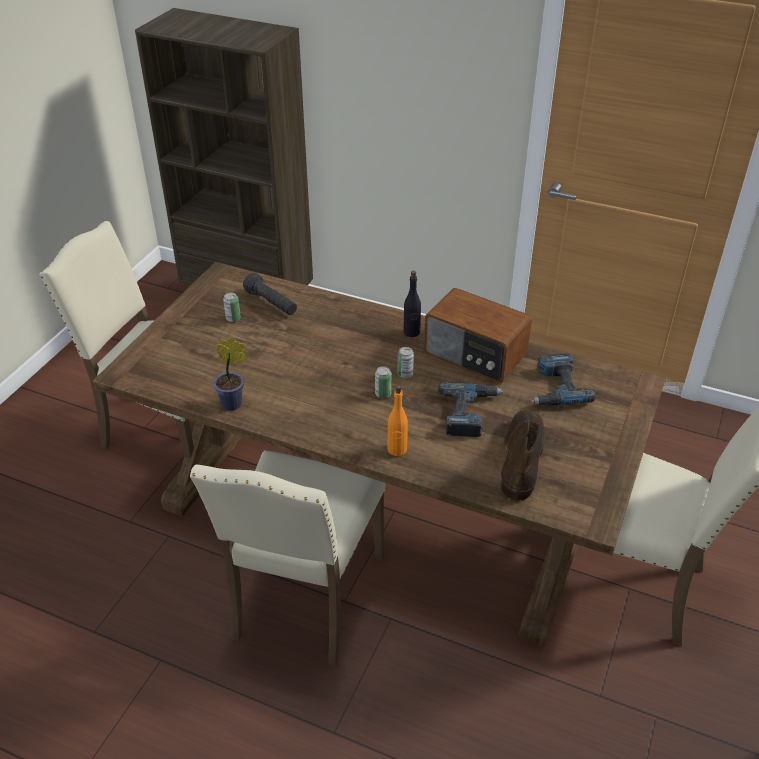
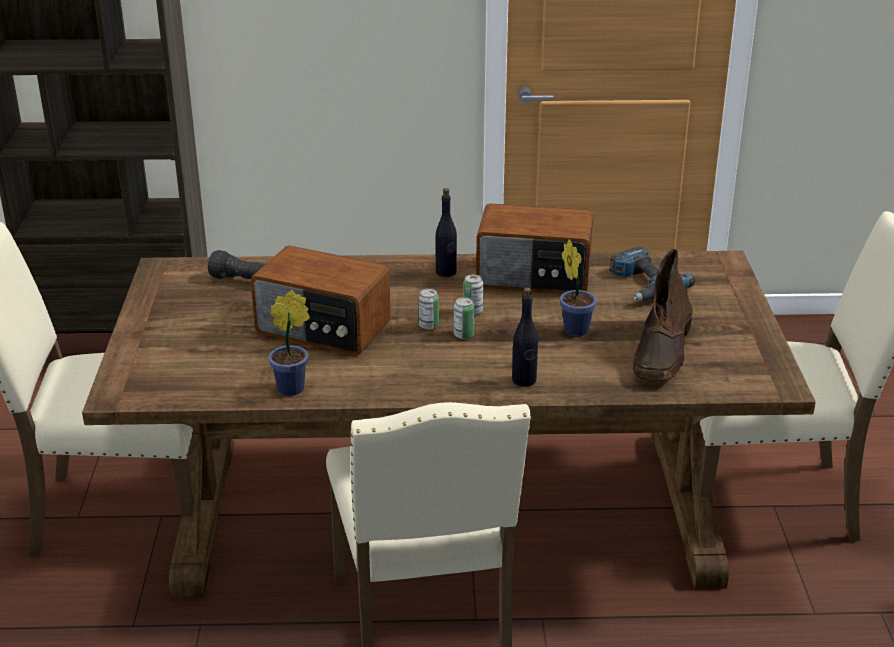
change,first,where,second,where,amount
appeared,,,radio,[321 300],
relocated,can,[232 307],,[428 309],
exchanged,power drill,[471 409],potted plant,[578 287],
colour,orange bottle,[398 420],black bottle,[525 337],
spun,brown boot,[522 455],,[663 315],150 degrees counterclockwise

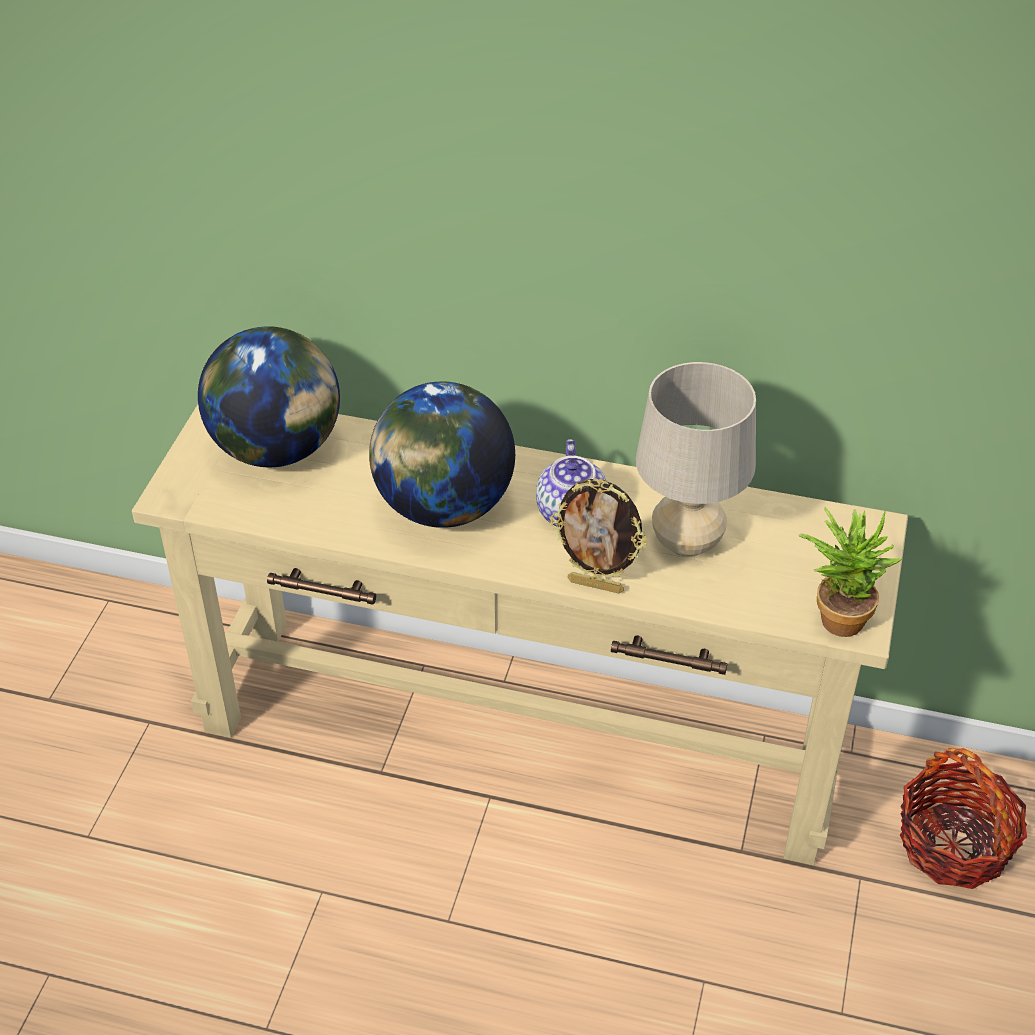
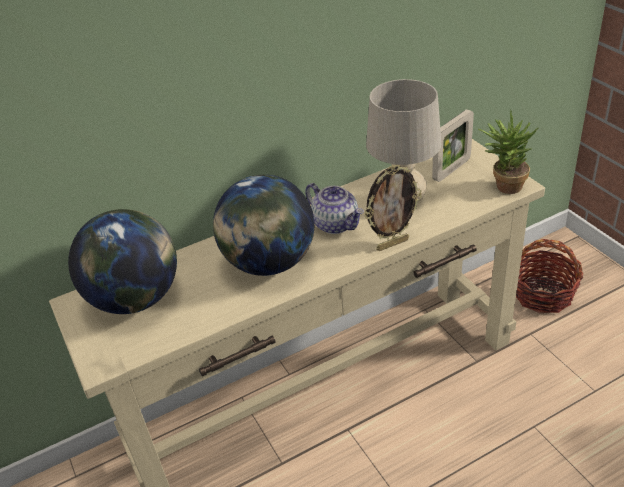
change,first,where,second,where,amount
appeared,,,picture frame,[453 145],

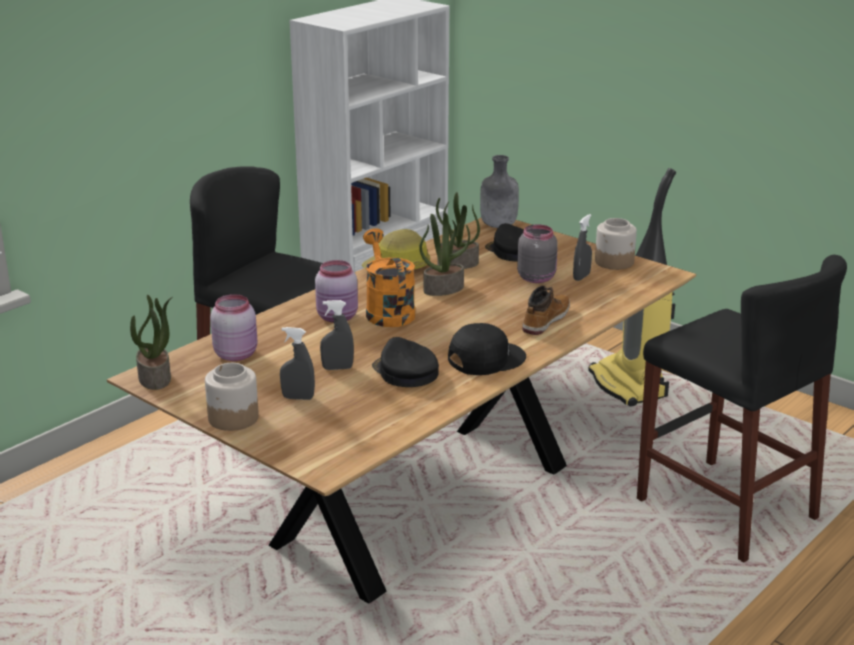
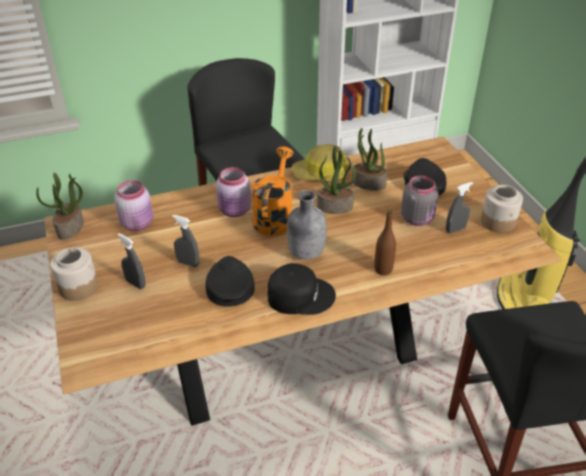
change,first,where,second,where,amount
relocated,grey bottle,[499 191],,[307 225],
exchanged,boot,[546 310],brown bottle,[385 242],

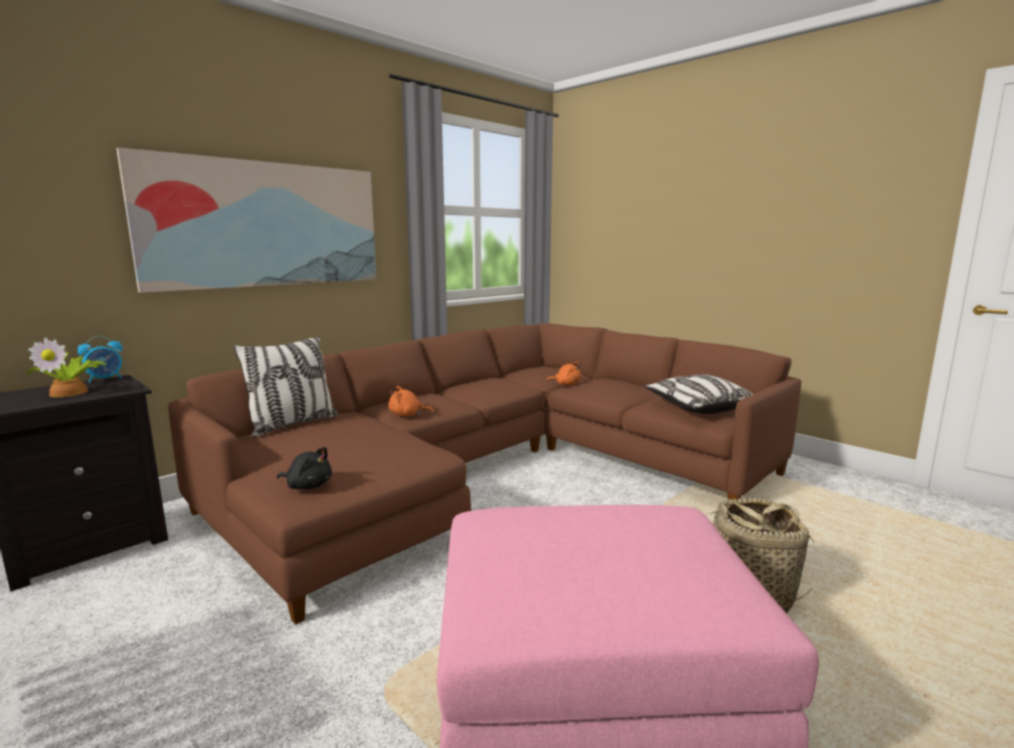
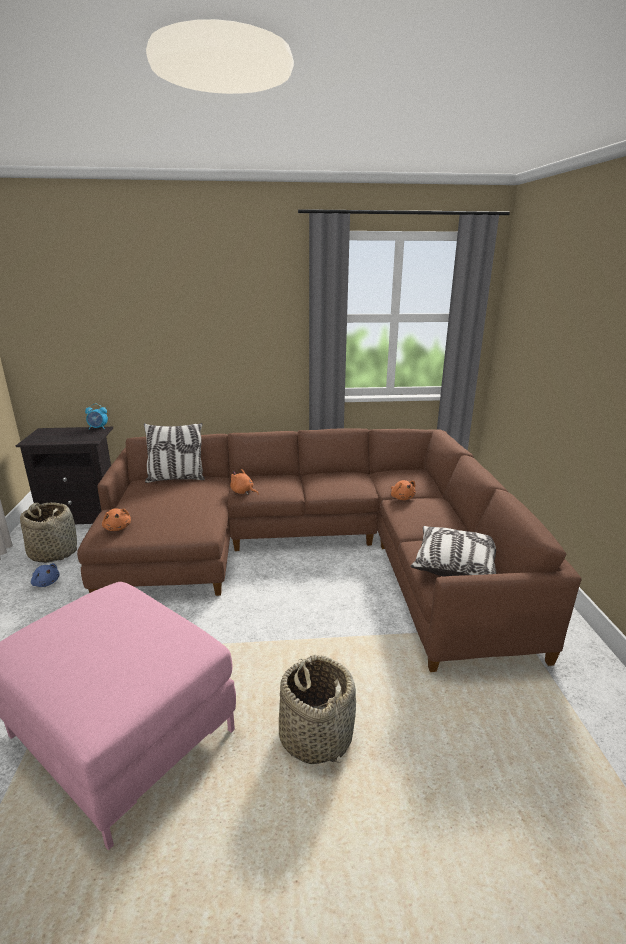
change,first,where,second,where,amount
missing,potted plant,[66 367],,,
missing,picture,[246 220],,,
appeared,,,basket,[48 532],
appeared,,,blue plush toy,[45 575],
colour,black plush toy,[304 468],orange plush toy,[116 519],

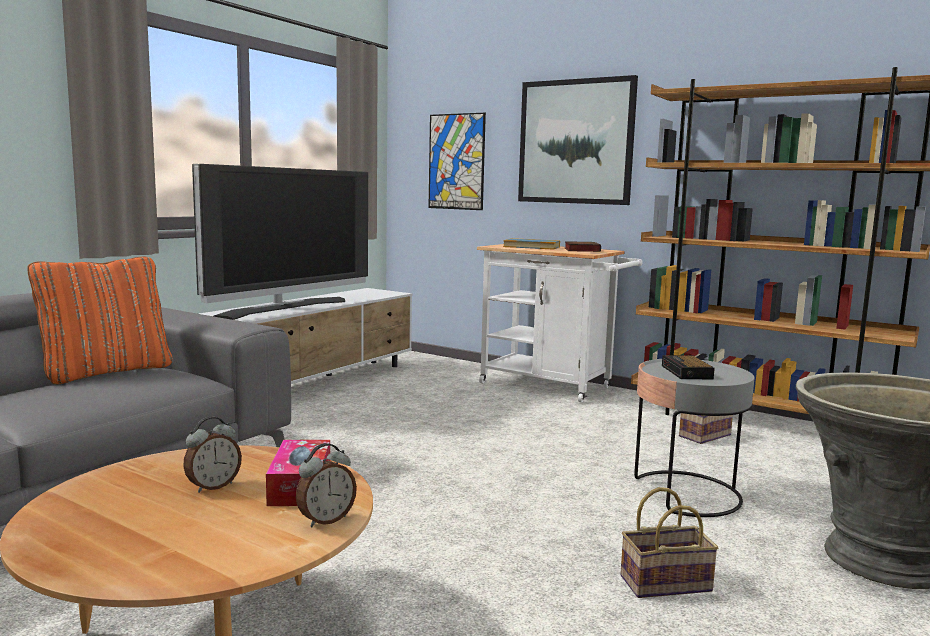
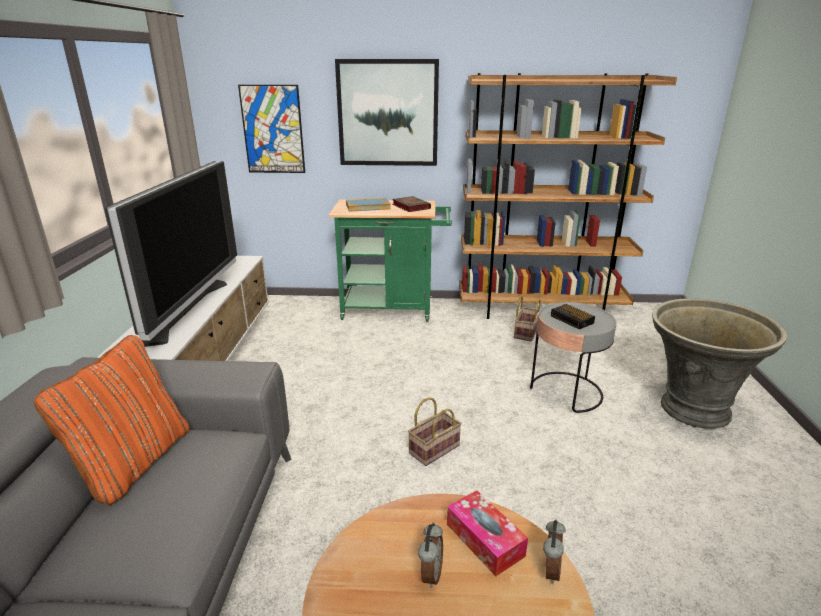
change,first,where,second,where,amount
relocated,basket,[669 542],,[435 431],
colour,white cart,[559 323],green cart,[390 261],

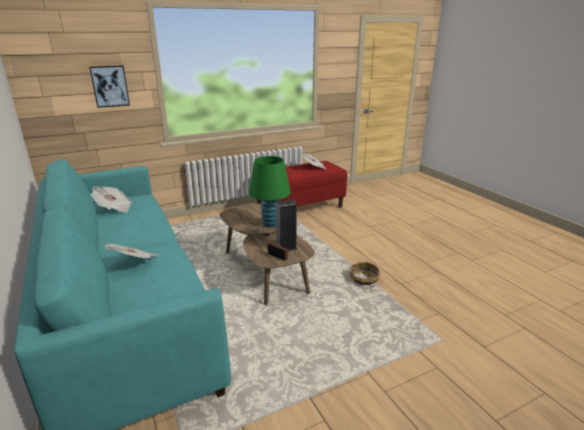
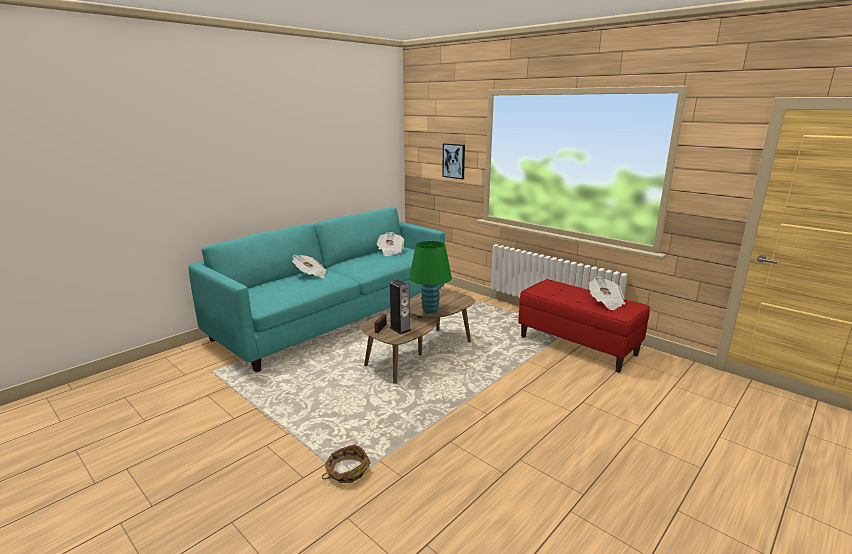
change,first,where,second,where,amount
relocated,basket,[365 274],,[346 463],

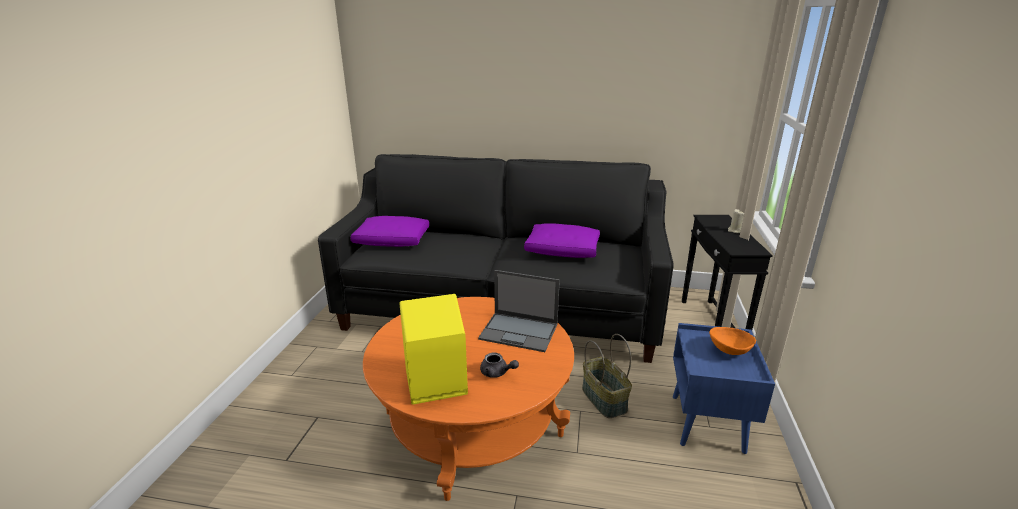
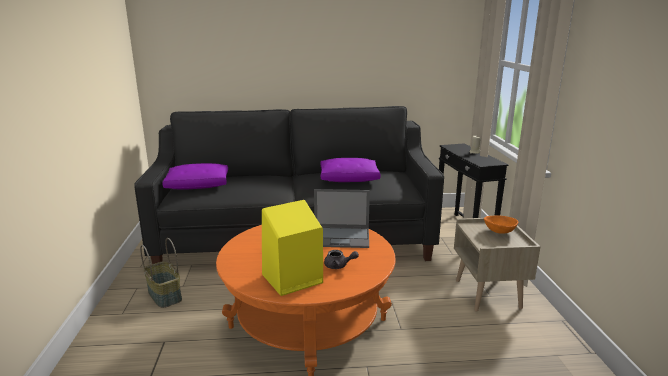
change,first,where,second,where,amount
relocated,basket,[607 376],,[161 273],
colour,blue nightstand,[724 388],beige nightstand,[497 264],

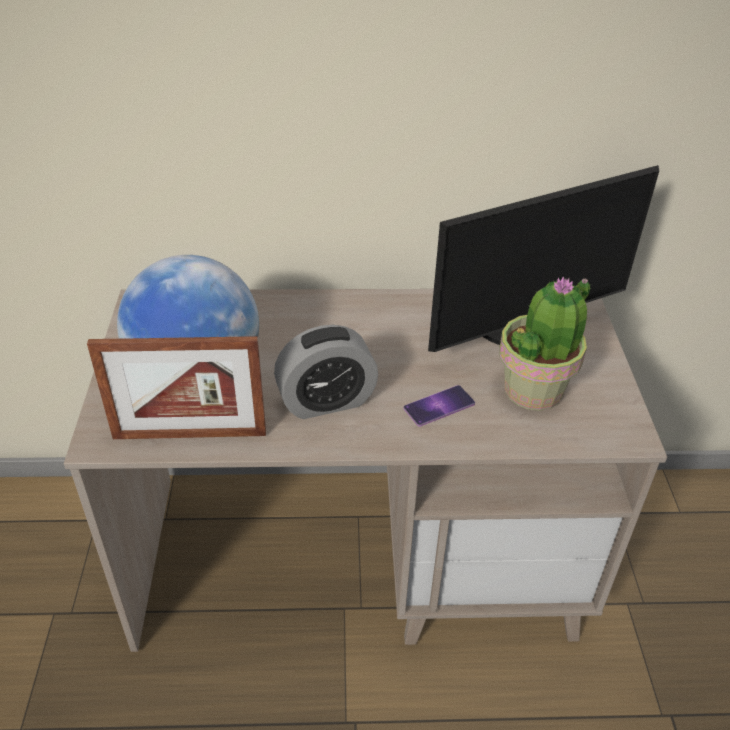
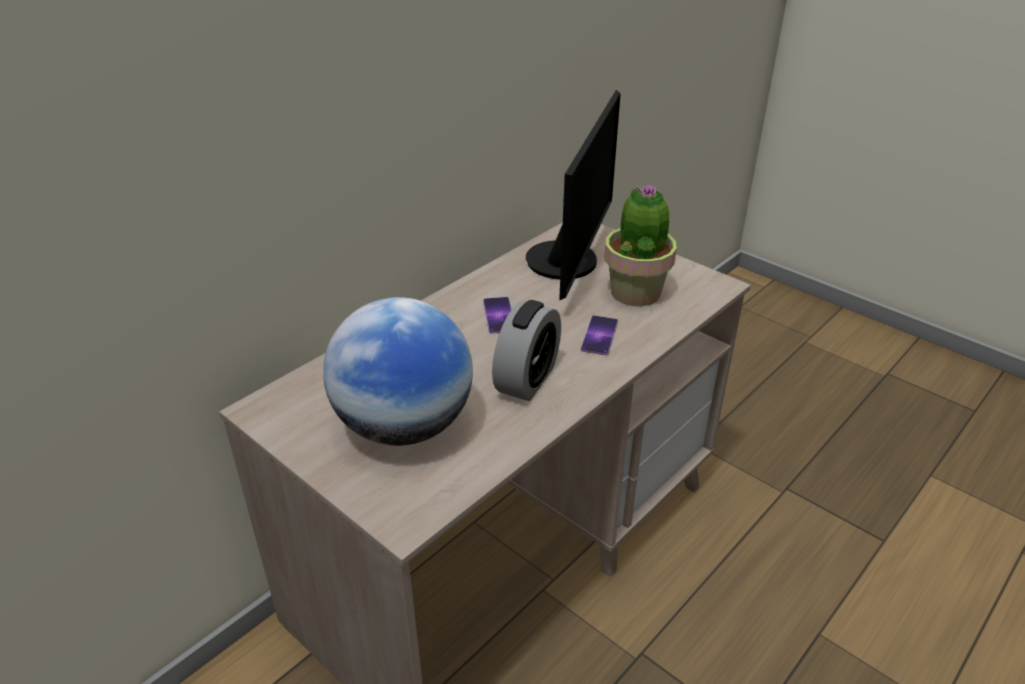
change,first,where,second,where,amount
missing,picture frame,[176 387],,,
appeared,,,phone,[497 315],

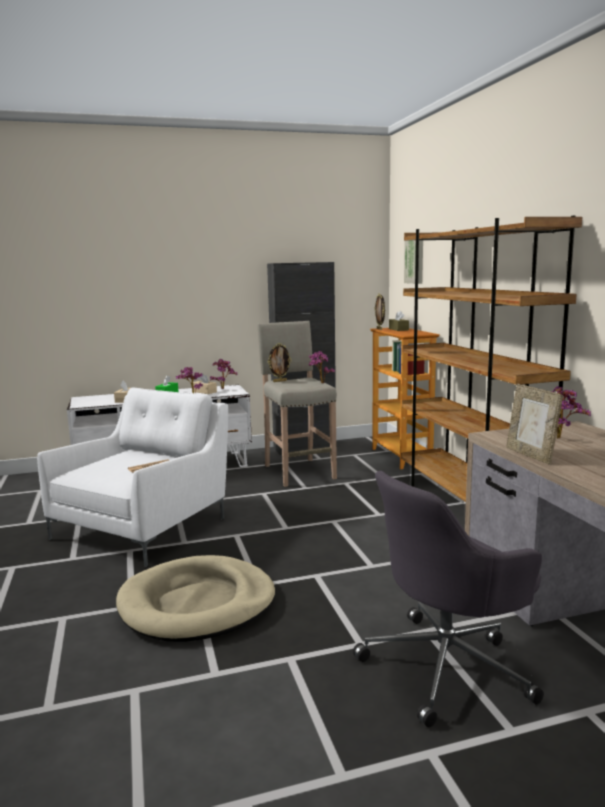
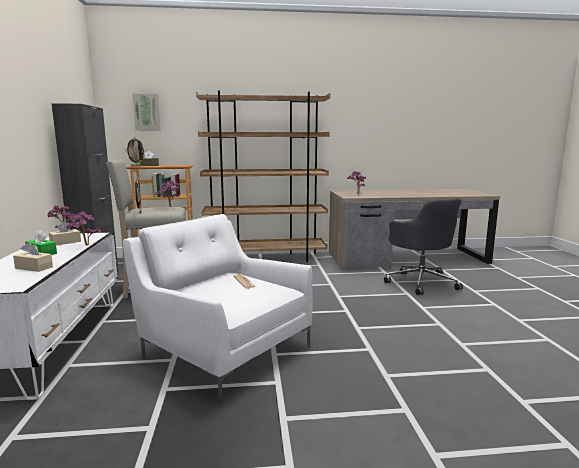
change,first,where,second,where,amount
missing,beige dog bed,[195 598],,,
missing,picture frame,[534 424],,,

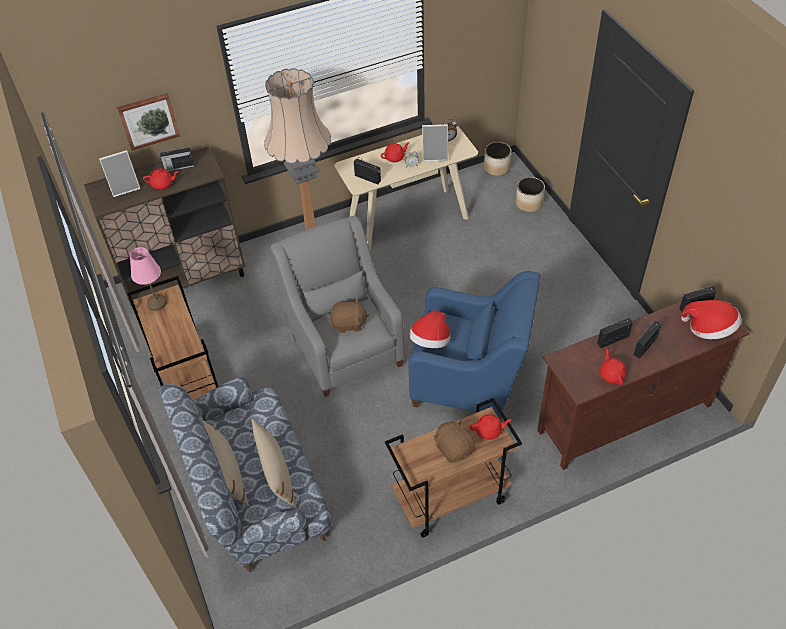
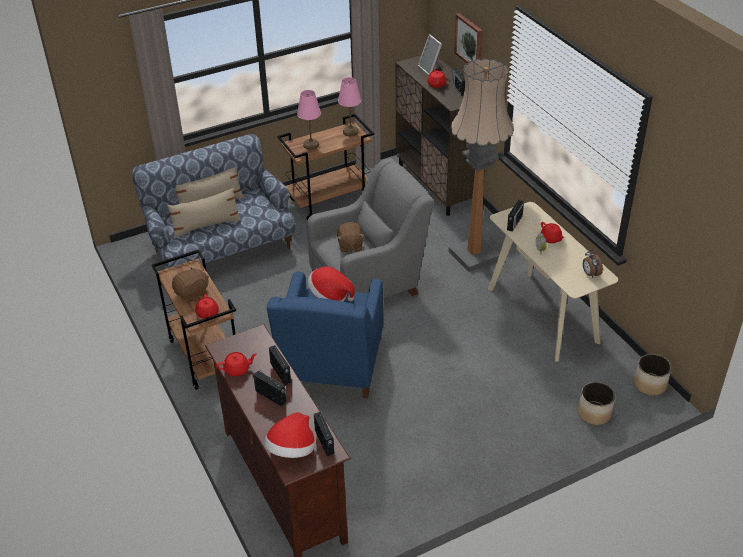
change,first,where,second,where,amount
missing,picture frame,[435 143],,,
appeared,,,pink table lamp,[309 120],

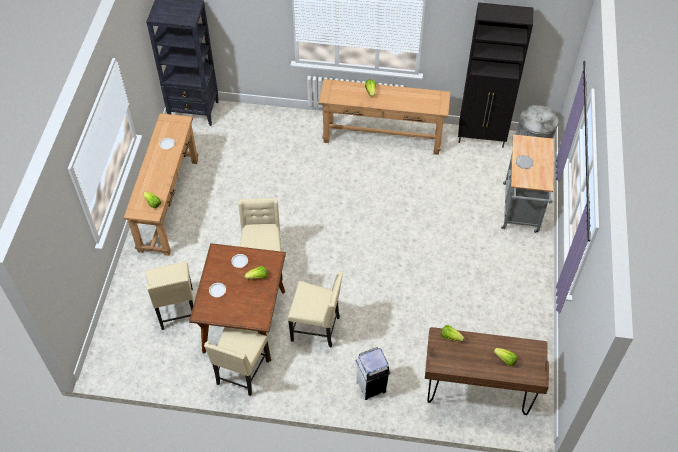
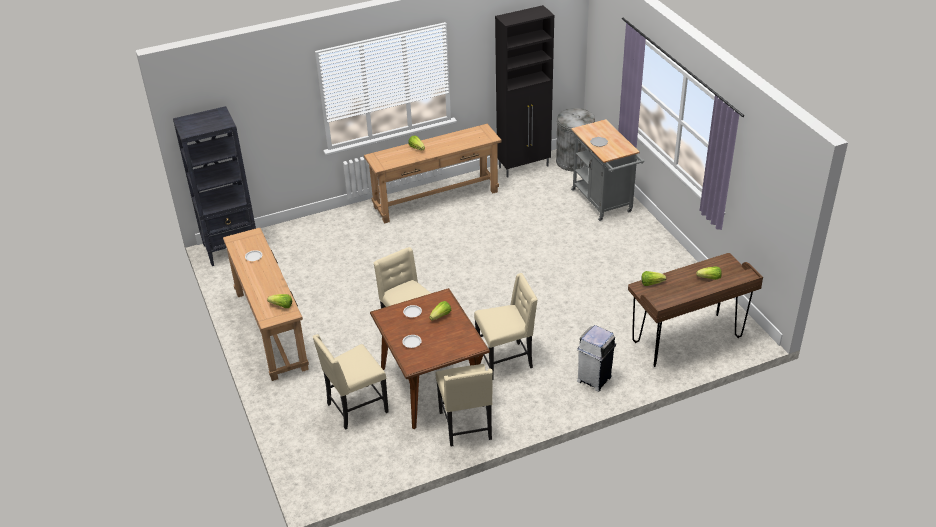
change,first,where,second,where,amount
spun,beige chair,[169 296],,[350 382],105 degrees clockwise

